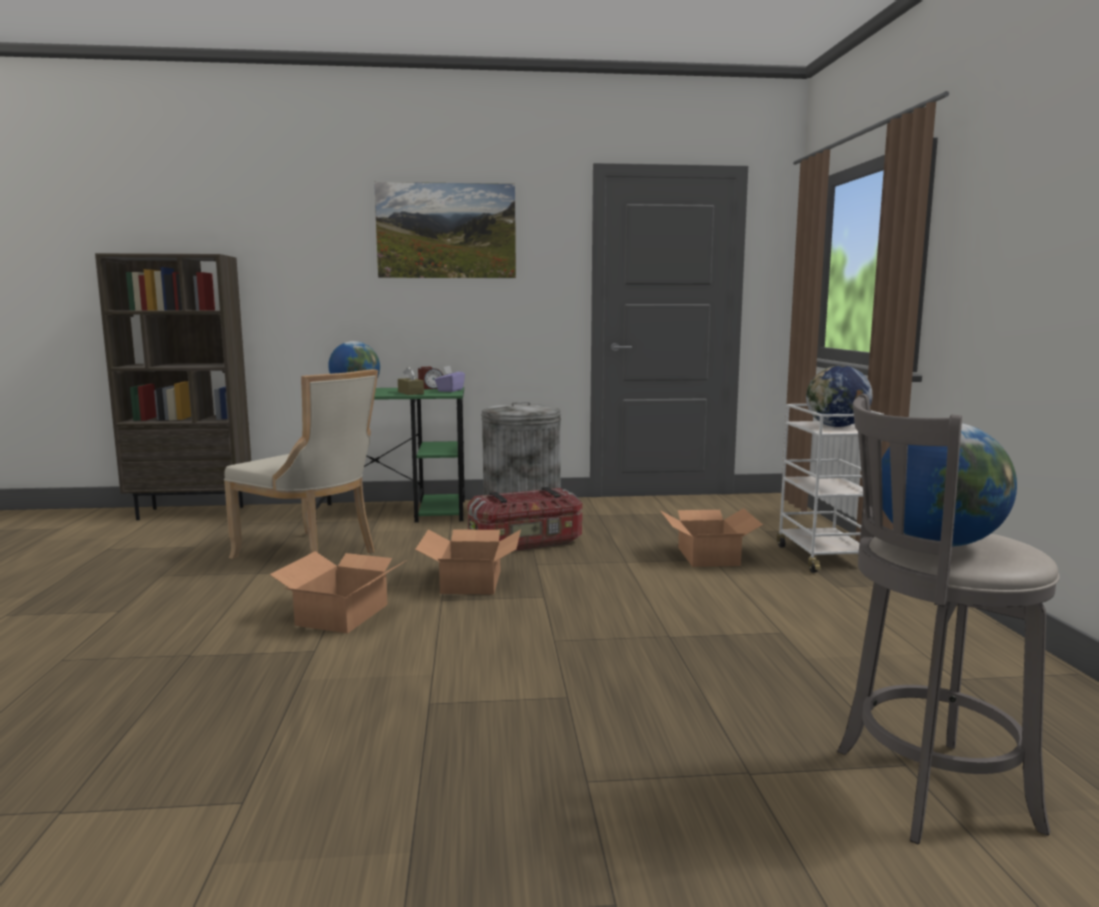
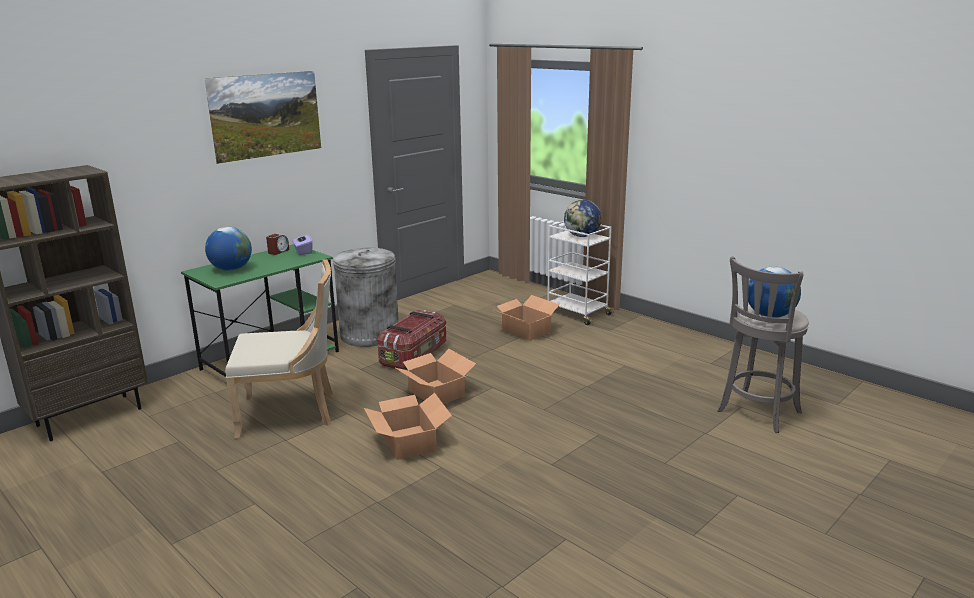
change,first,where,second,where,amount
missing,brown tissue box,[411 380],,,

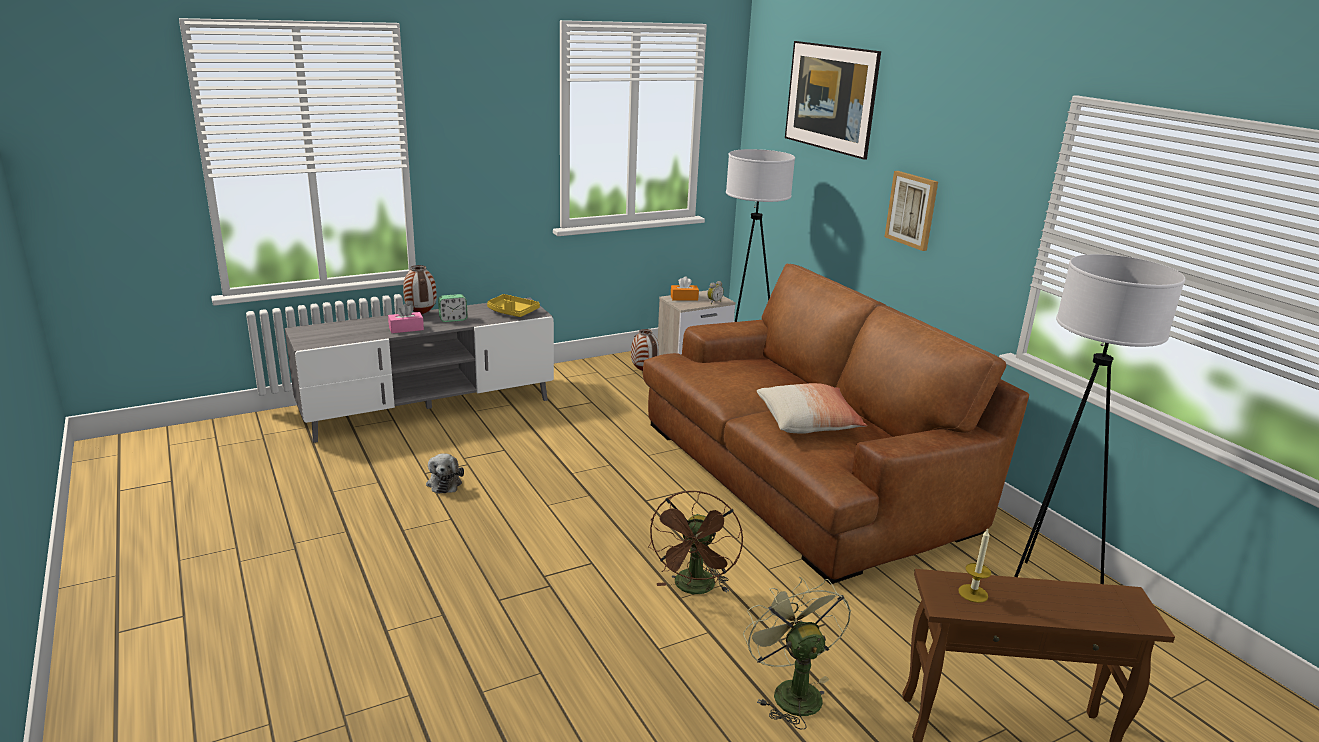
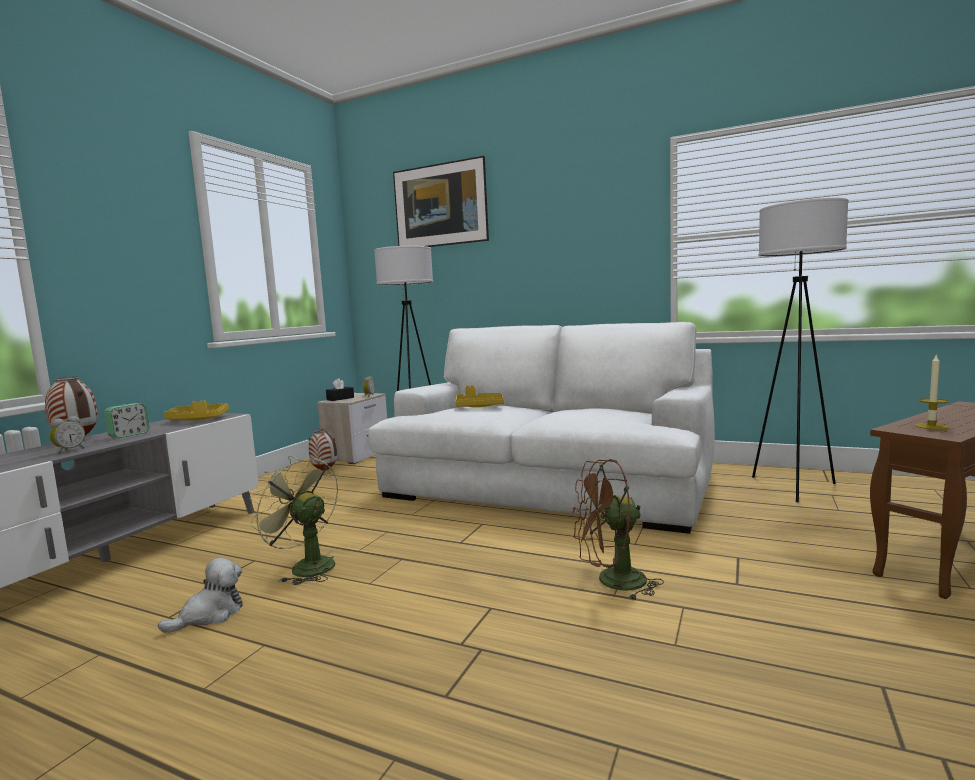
change,first,where,second,where,amount
missing,pillow,[812 408],,,
missing,picture,[911 211],,,
appeared,,,yellow tray,[480 396],
relocated,green fan,[797 653],,[293 520],
exchanged,pink tissue box,[406 318],alarm clock,[67 435],
colour,brown sofa,[836 424],white sofa,[541 428],
colour,orange tissue box,[685 288],black tissue box,[340 389],
spun,plush toy,[445 473],,[200 595],90 degrees counterclockwise
spun,brown fan,[695 542],,[618 530],105 degrees clockwise

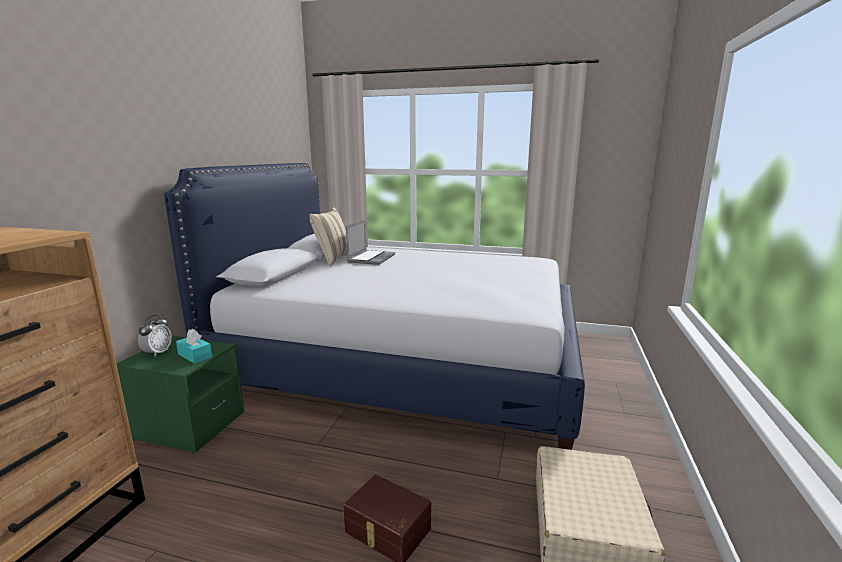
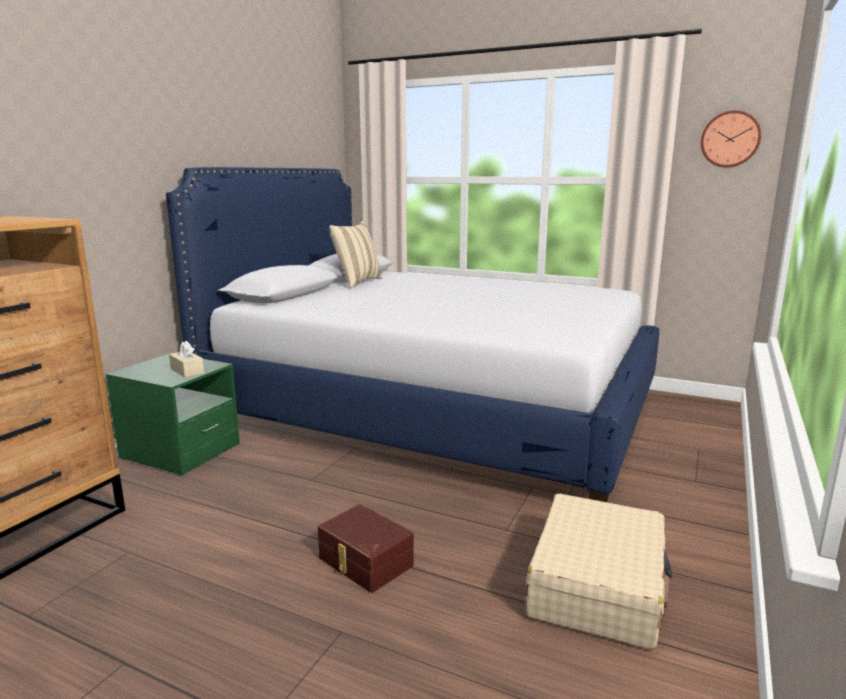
change,first,where,second,where,amount
missing,alarm clock,[155 336],,,
missing,laptop,[370 242],,,
appeared,,,wall clock,[731 139],
colour,turquoise tissue box,[194 346],beige tissue box,[186 359],

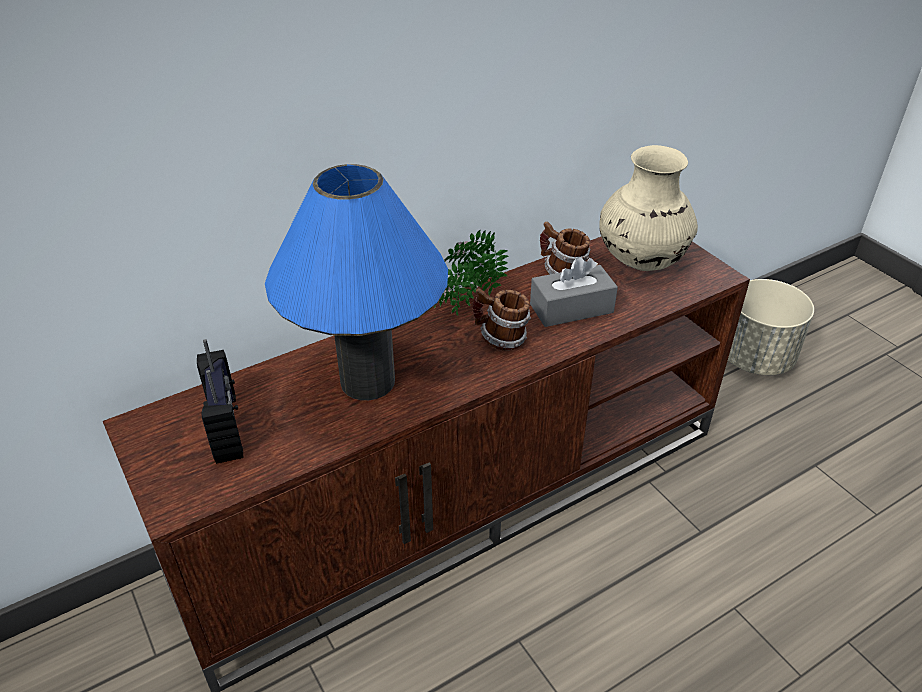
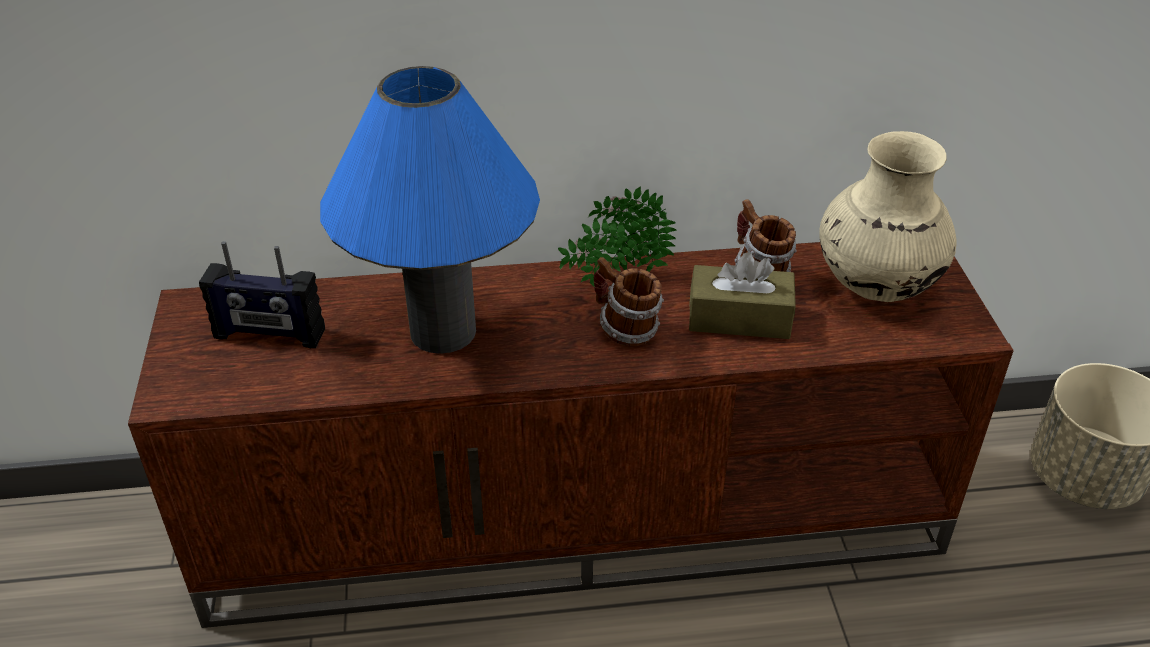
change,first,where,second,where,amount
colour,grey tissue box,[574 292],brown tissue box,[742 295],
spun,radio,[220 401],,[262 294],90 degrees clockwise

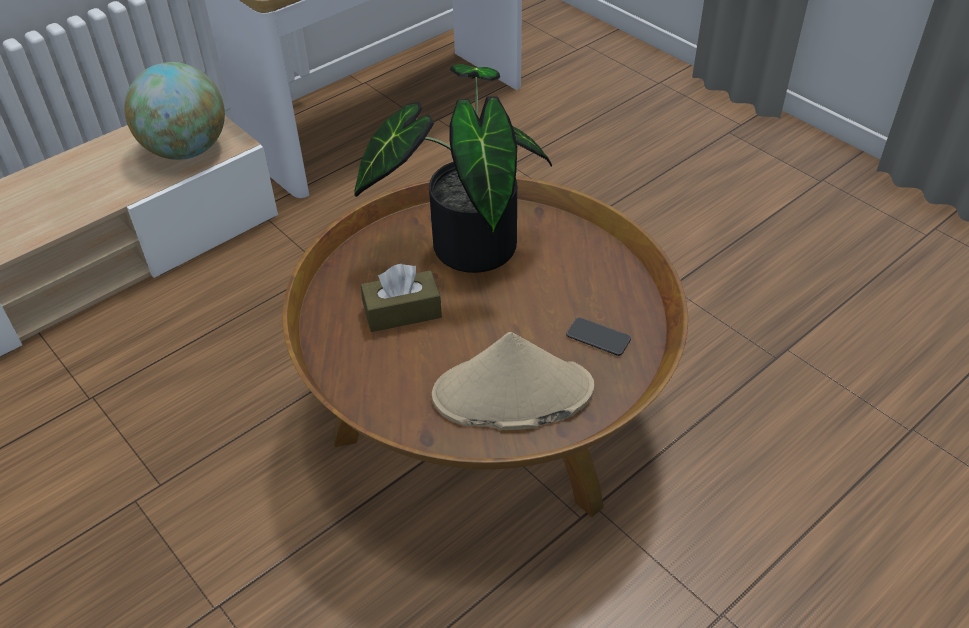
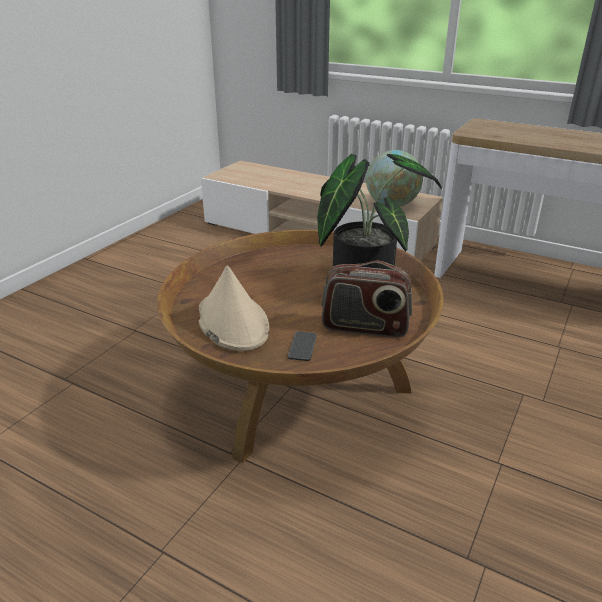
change,first,where,second,where,amount
missing,brown tissue box,[401 298],,,
appeared,,,radio,[367 299],

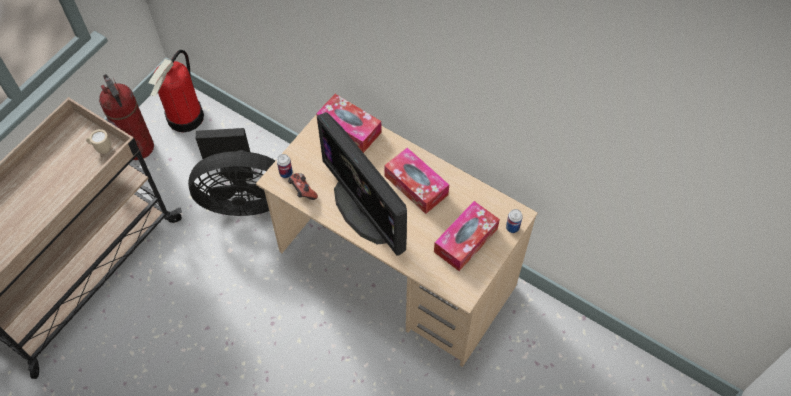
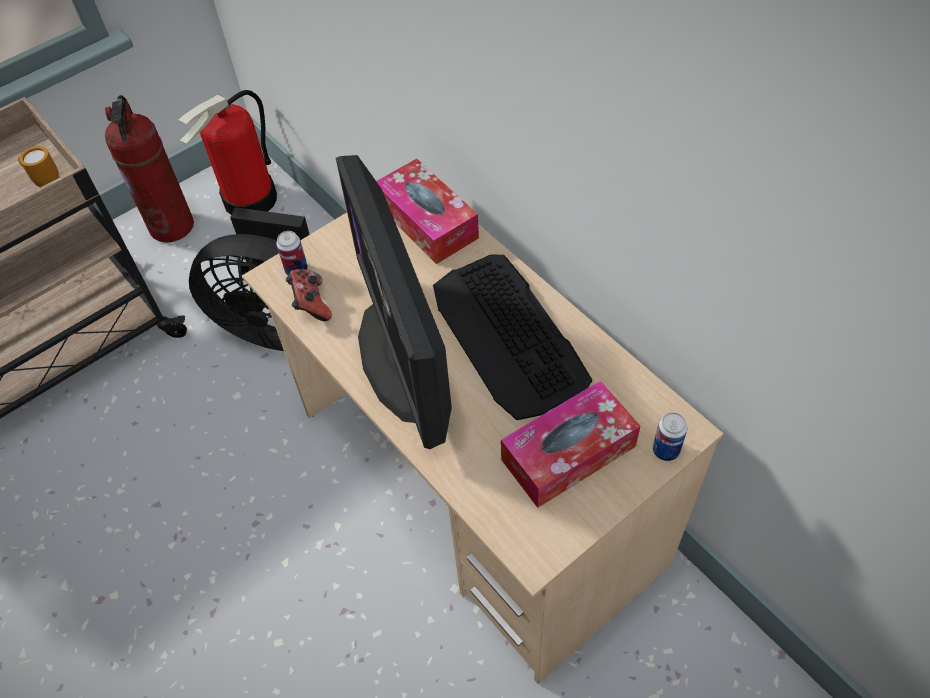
change,first,where,second,where,amount
exchanged,tissue box,[416 180],keyboard,[512 337],
colour,beige mug,[98 141],orange mug,[38 166],

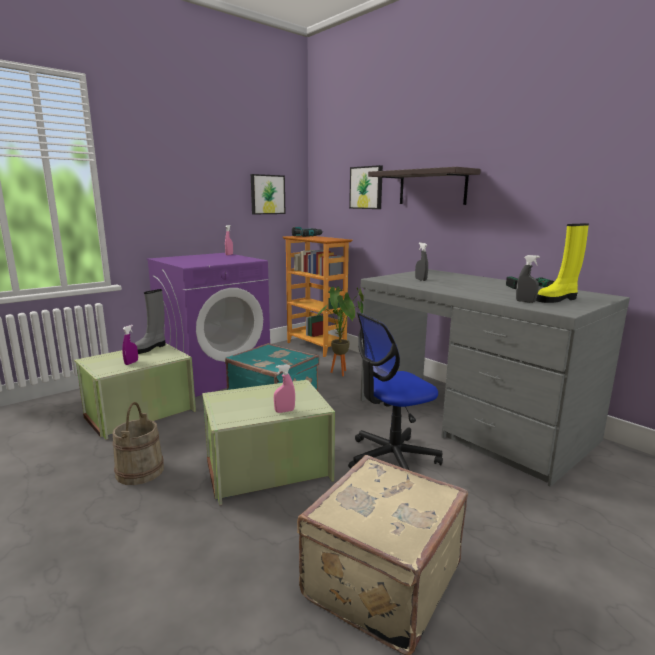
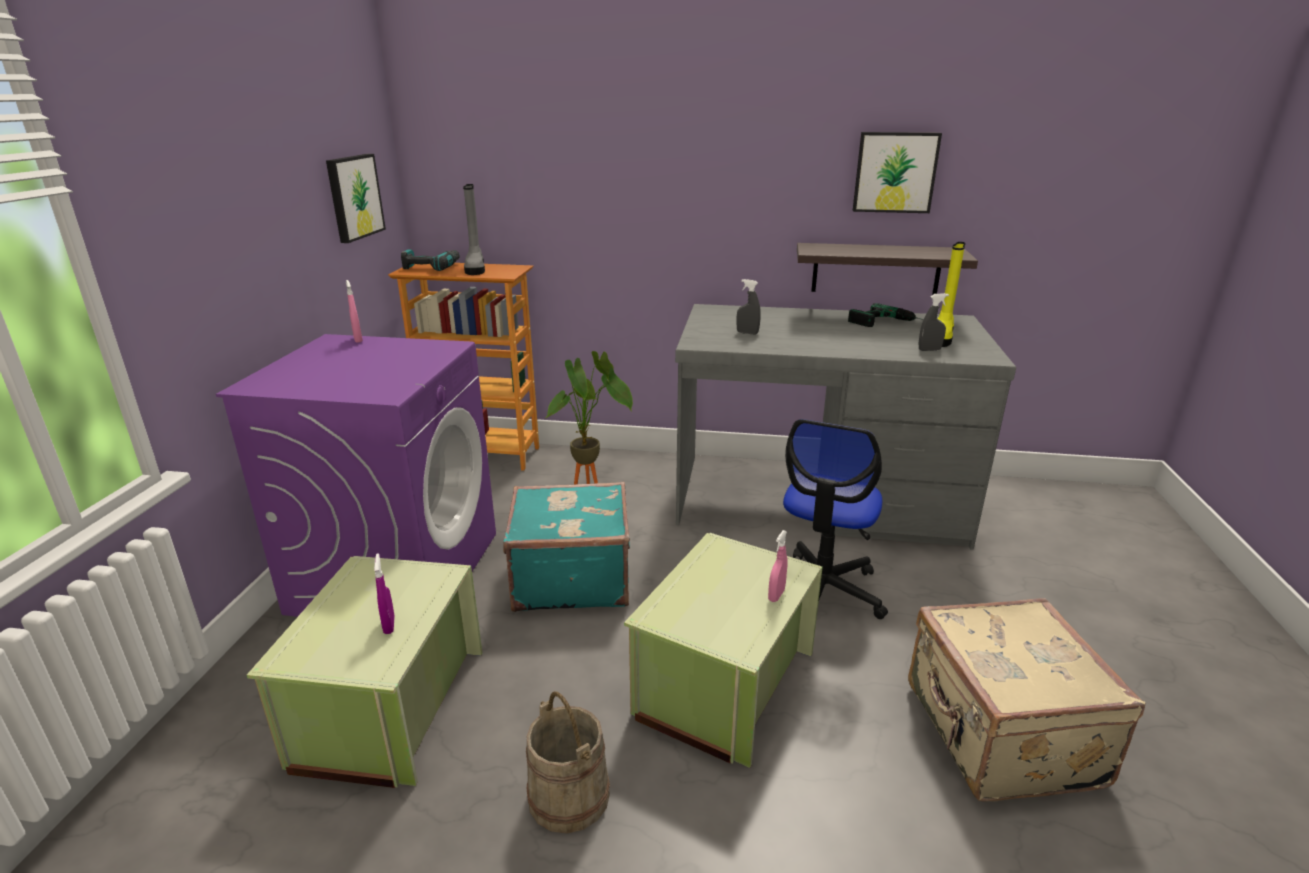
change,first,where,second,where,amount
relocated,grey boot,[149 321],,[474 229],
relocated,picture,[366 187],,[897 172],
relocated,shelf,[424 186],,[887 269],

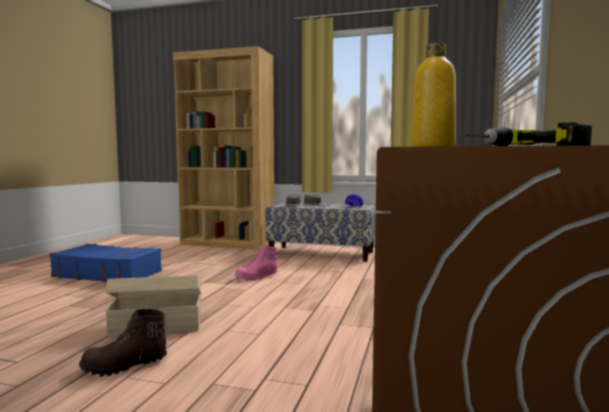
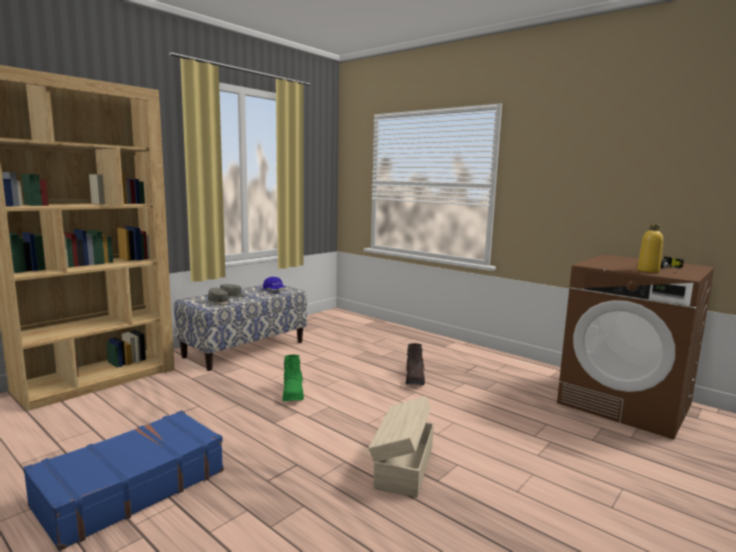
change,first,where,second,where,amount
relocated,brown boot,[123 342],,[415 364],
colour,pink boot,[256 263],green boot,[293 378],

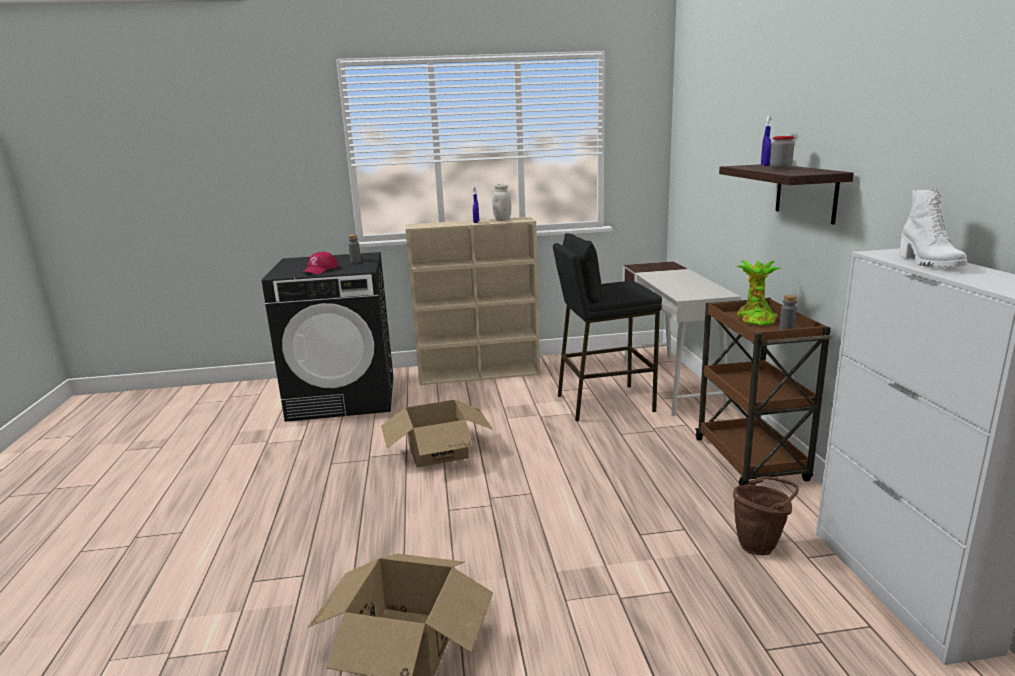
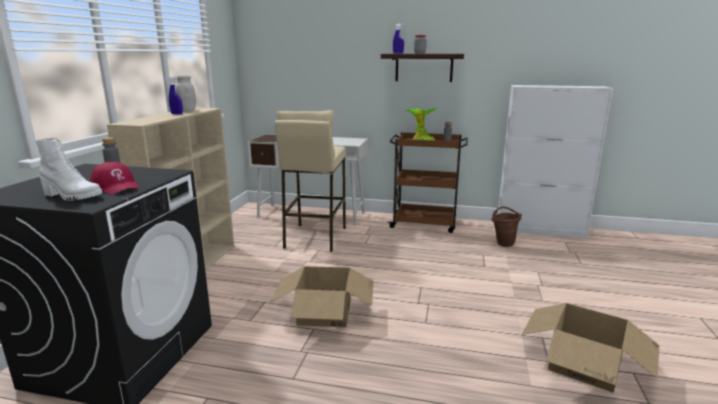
change,first,where,second,where,amount
relocated,white boot,[933 228],,[69 169],
colour,black stool,[607 327],beige stool,[310 181],

